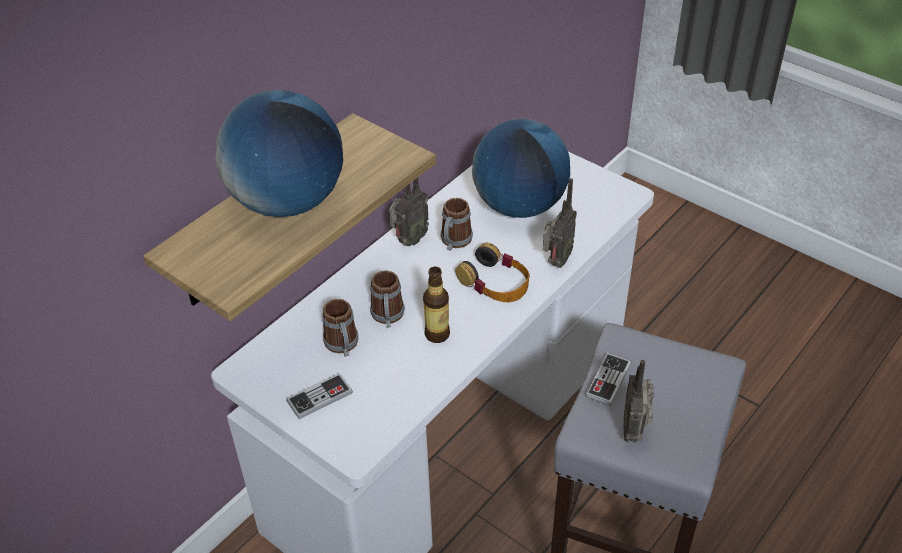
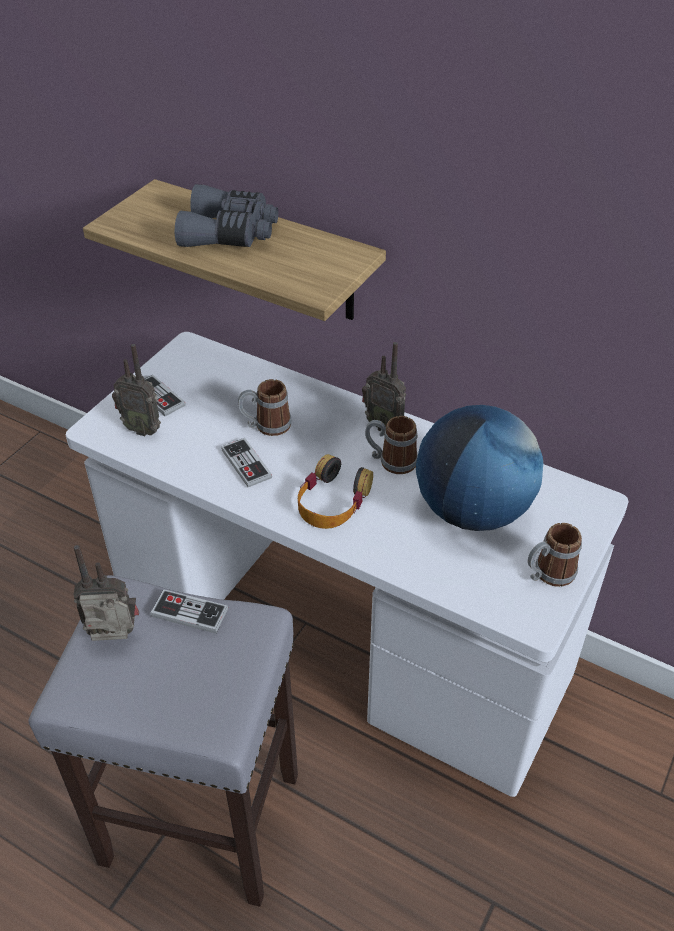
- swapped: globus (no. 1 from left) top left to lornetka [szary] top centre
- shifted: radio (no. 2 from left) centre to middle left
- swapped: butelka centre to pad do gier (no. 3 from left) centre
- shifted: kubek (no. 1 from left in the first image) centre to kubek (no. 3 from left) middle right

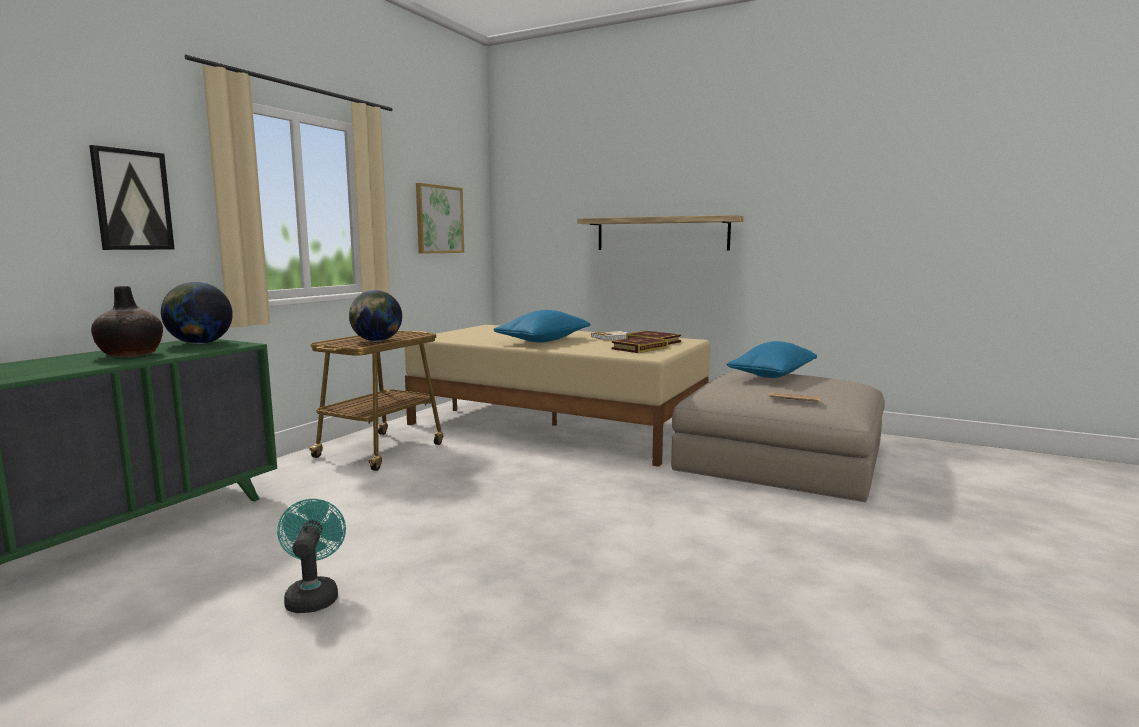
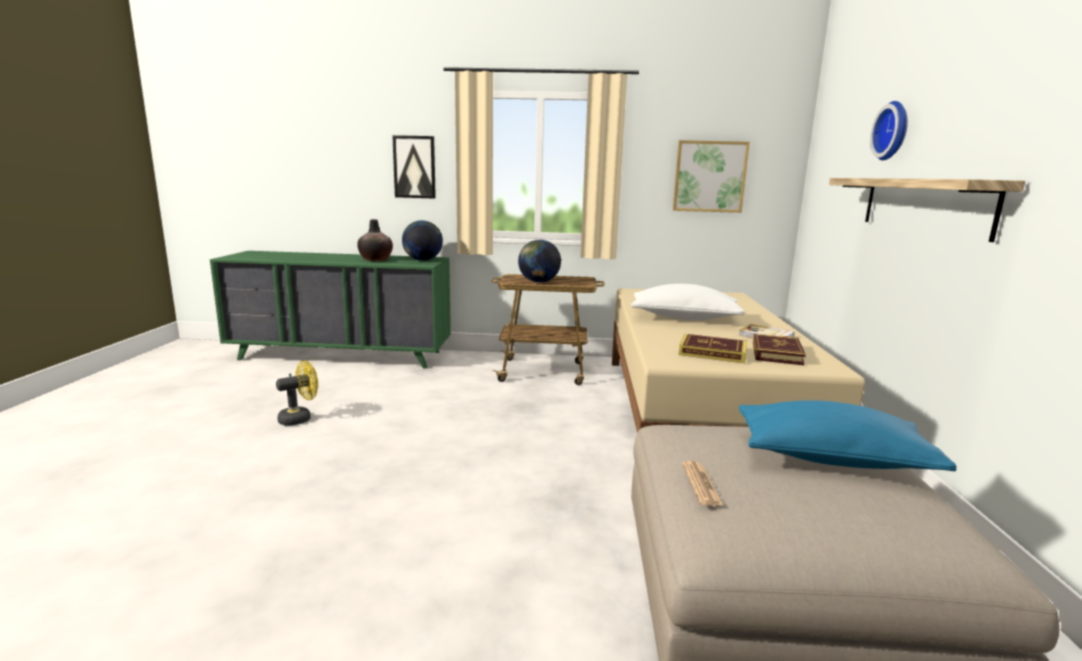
- repainted: poduszka [niebieski] (no. 1 from left) centre to poduszka [biały] centre
- repainted: wentylator [turkusowy] bottom left to wentylator [żółty] middle left
- new: zegar ścienny top right

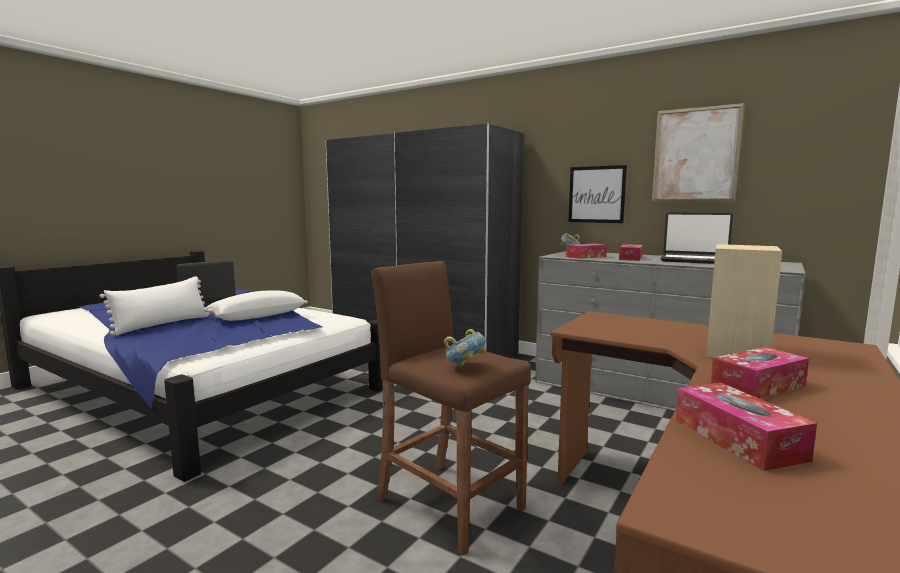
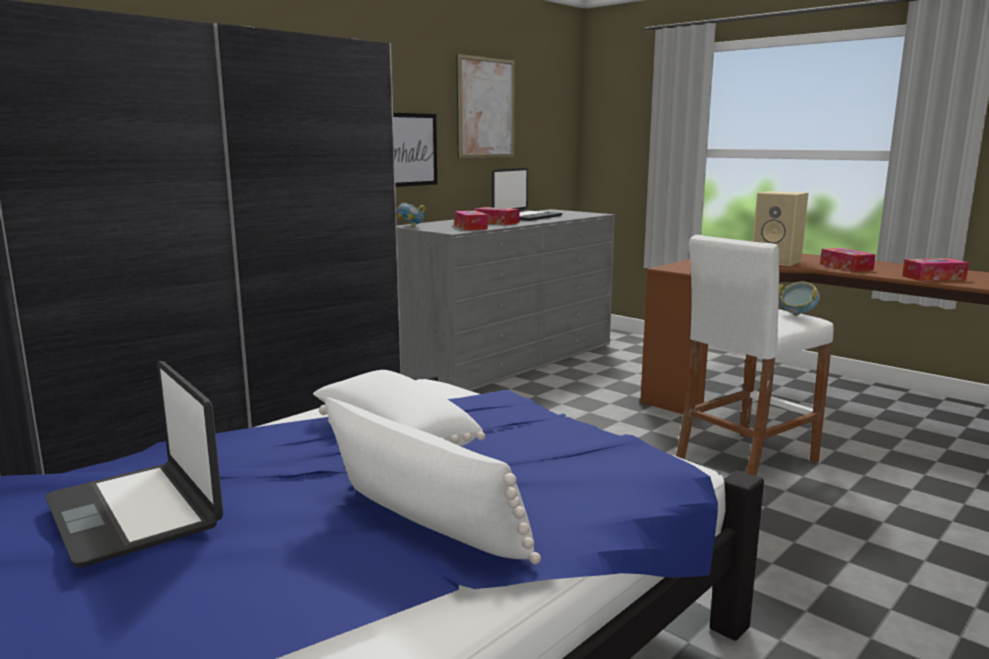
- repainted: stołek [brązowy] bottom centre to stołek [biały] middle right

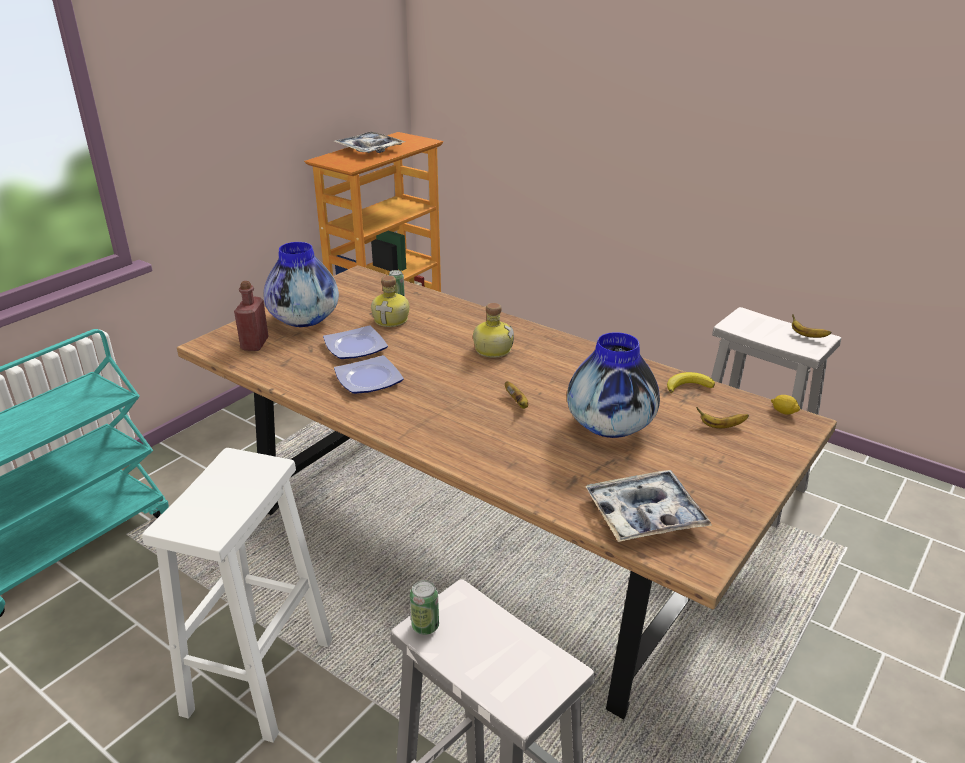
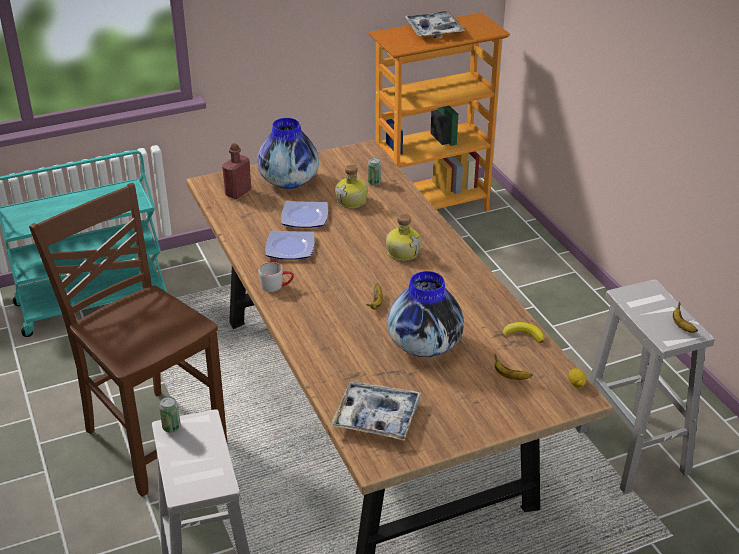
- swapped: stołek [biały] (no. 1 from left) bottom left to krzesło [brązowy] middle left
- new: kubek [szary] centre

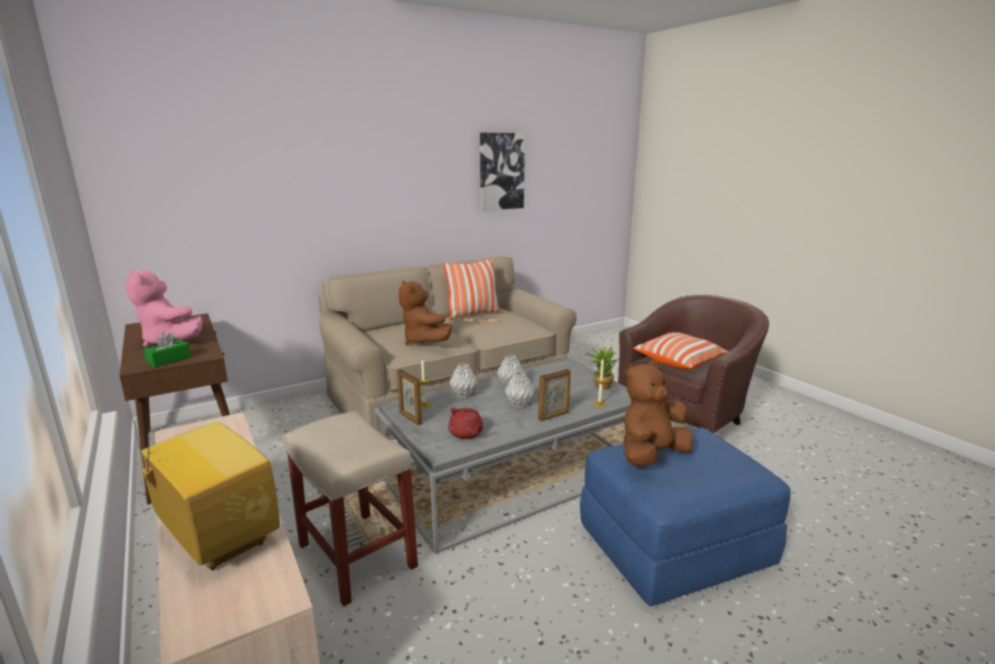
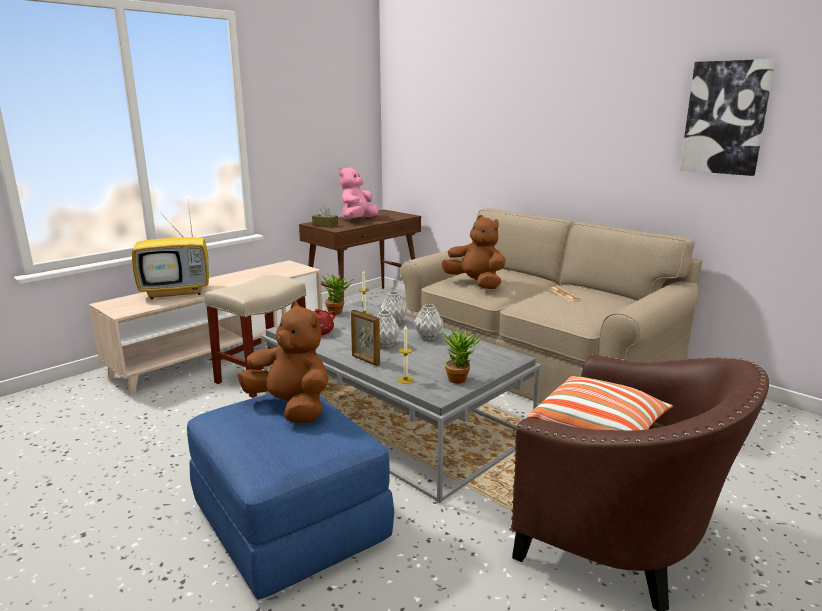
- gone: poduszka (no. 1 from left) centre
- rotated: pluszak [brązowy] (no. 1 from left in the first image) centre = centre 90 degrees clockwise
- repainted: pudełko chusteczek [zielony] middle left to pudełko chusteczek [brązowy] centre
- swapped: ramka na zdjęcie (no. 1 from left) centre to roślina doniczkowa (no. 1 from left) centre
- rotated: telewizor bottom left = middle left 45 degrees clockwise

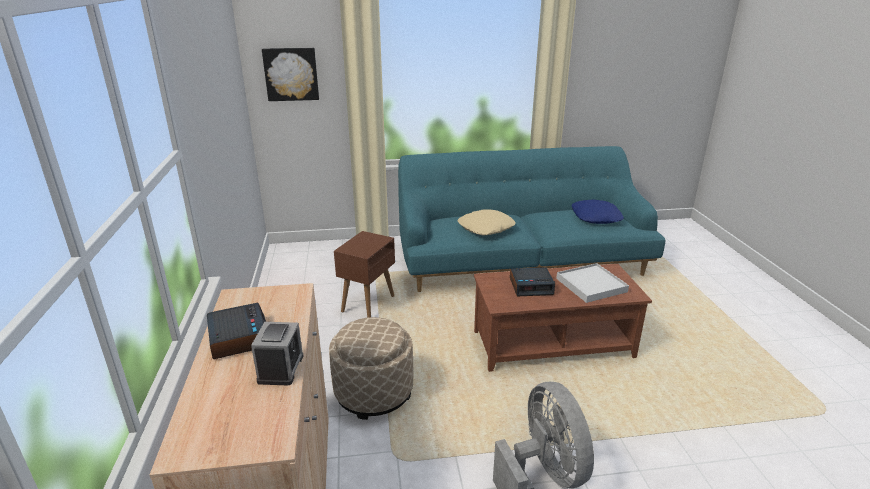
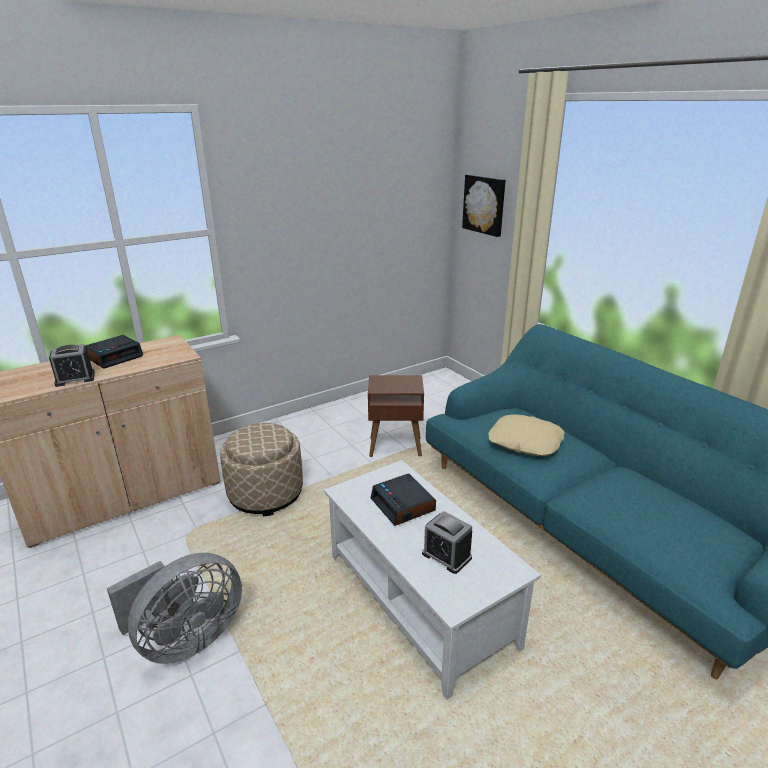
- gone: poduszka [niebieski] middle right
- swapped: taca [biały] middle right to budzik (no. 4 from left) bottom centre
- repainted: ława [brązowy] centre to ława [biały] bottom centre

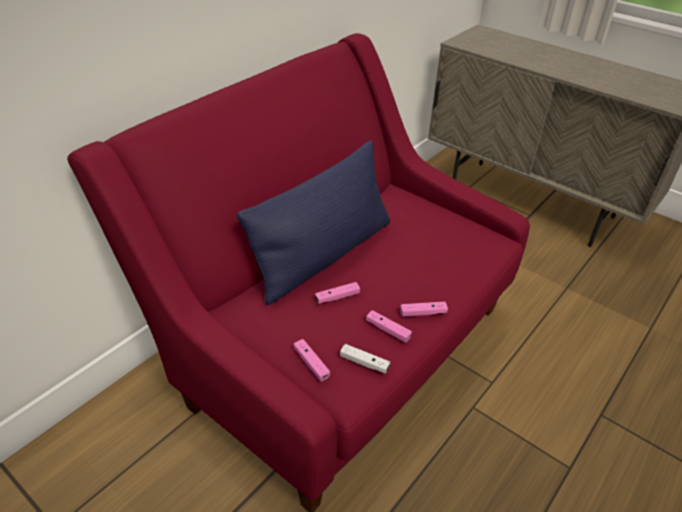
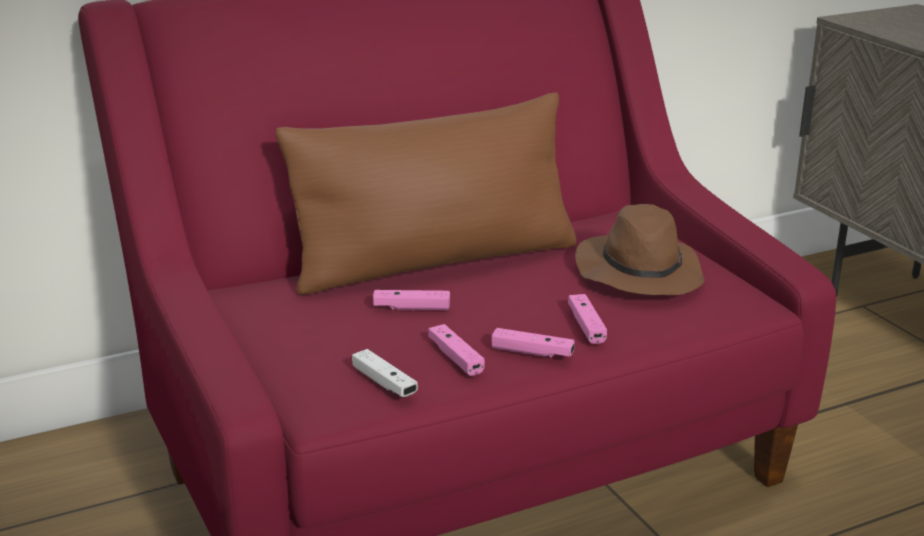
- repainted: poduszka [niebieski] centre to poduszka [brązowy] centre
- shifted: pad do gier [różowy] (no. 1 from left in the first image) bottom centre to pad do gier [różowy] (no. 4 from left) centre
- new: kapelusz [brązowy] middle right

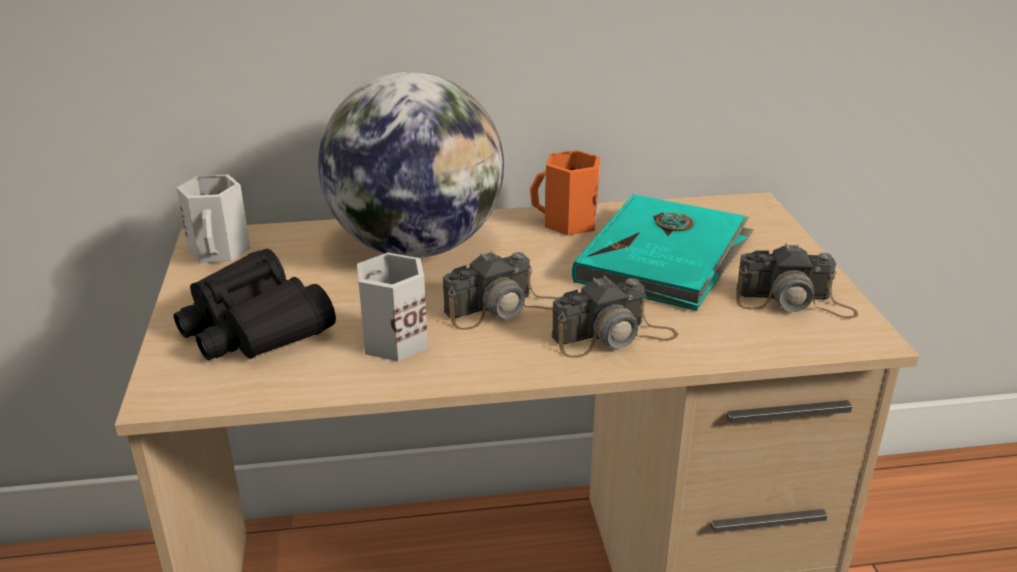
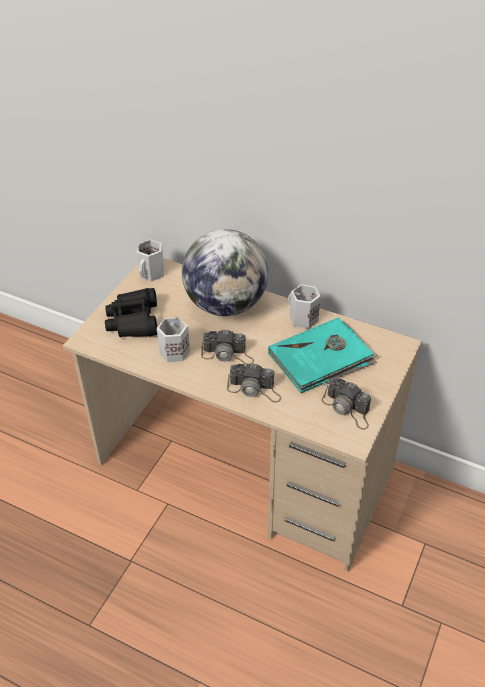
- repainted: kubek [pomarańczowy] centre to kubek [biały] (no. 3 from left) centre

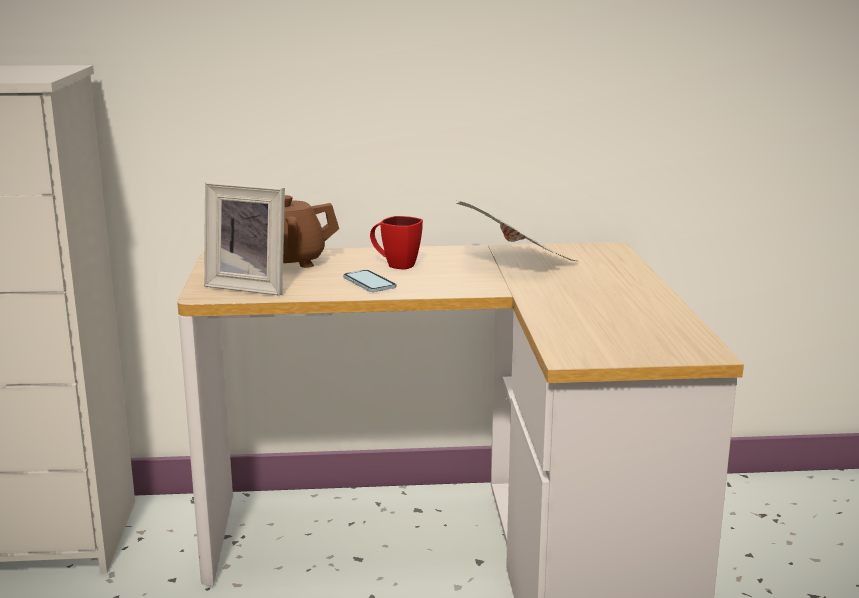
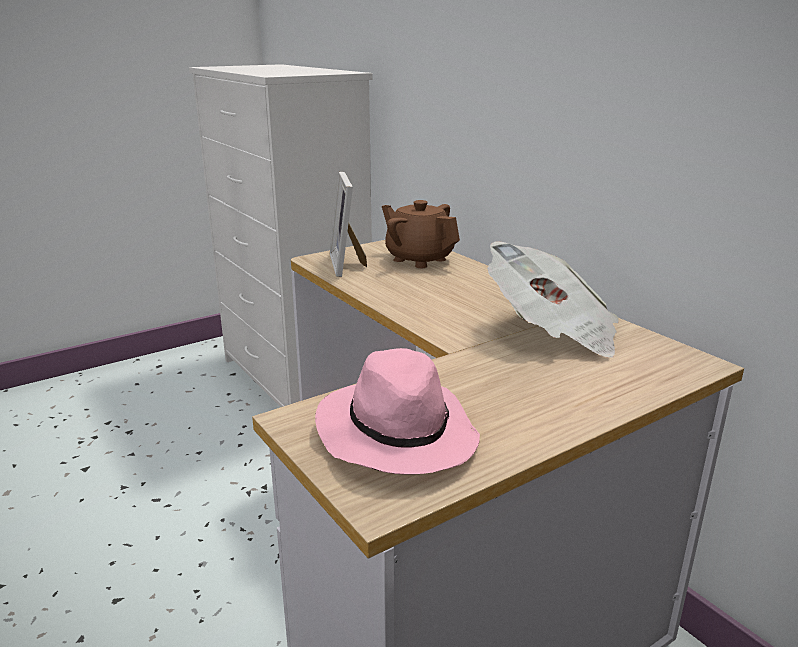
- gone: kubek [czerwony] centre
- gone: telefon centre
- new: kapelusz [różowy] centre

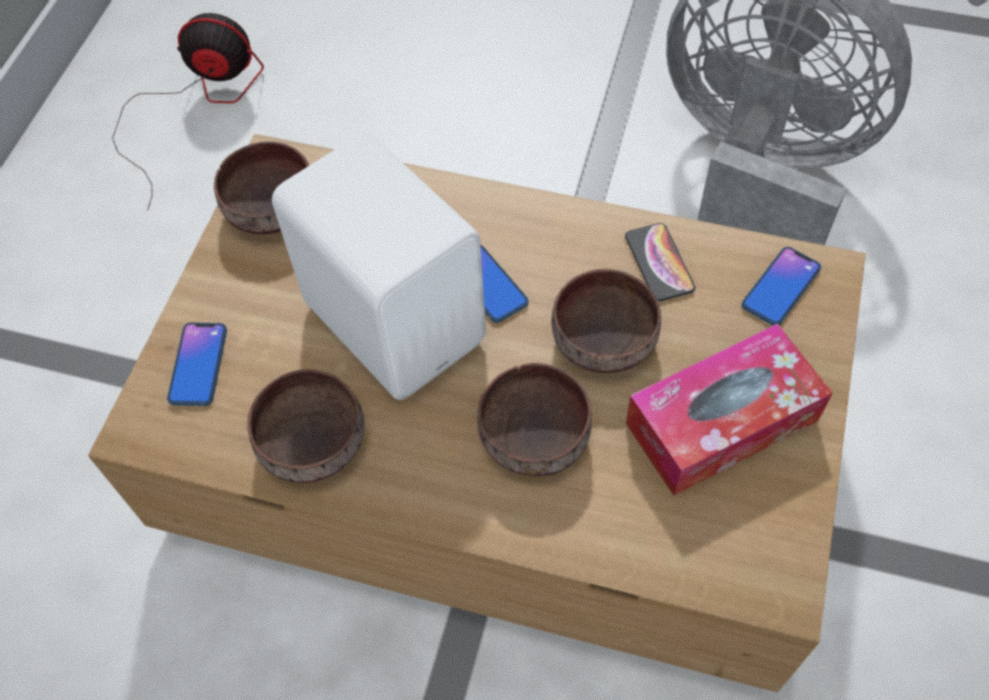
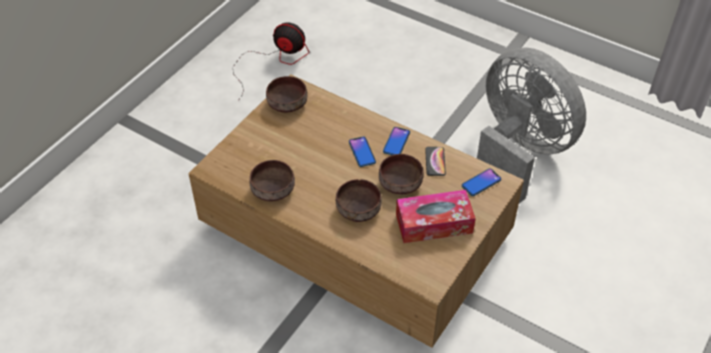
- gone: głośnik [biały] centre
- shifted: telefon (no. 1 from left in the first image) middle left to telefon (no. 2 from left) centre

